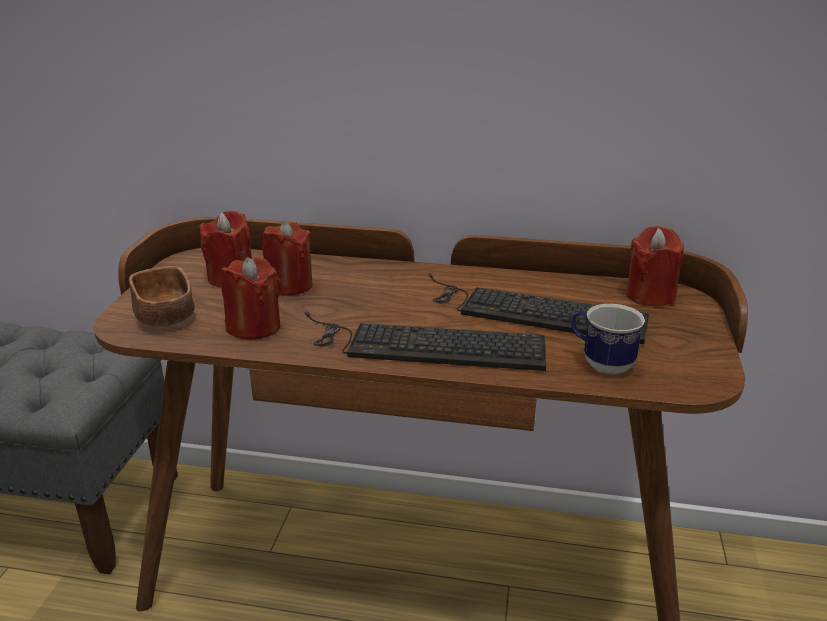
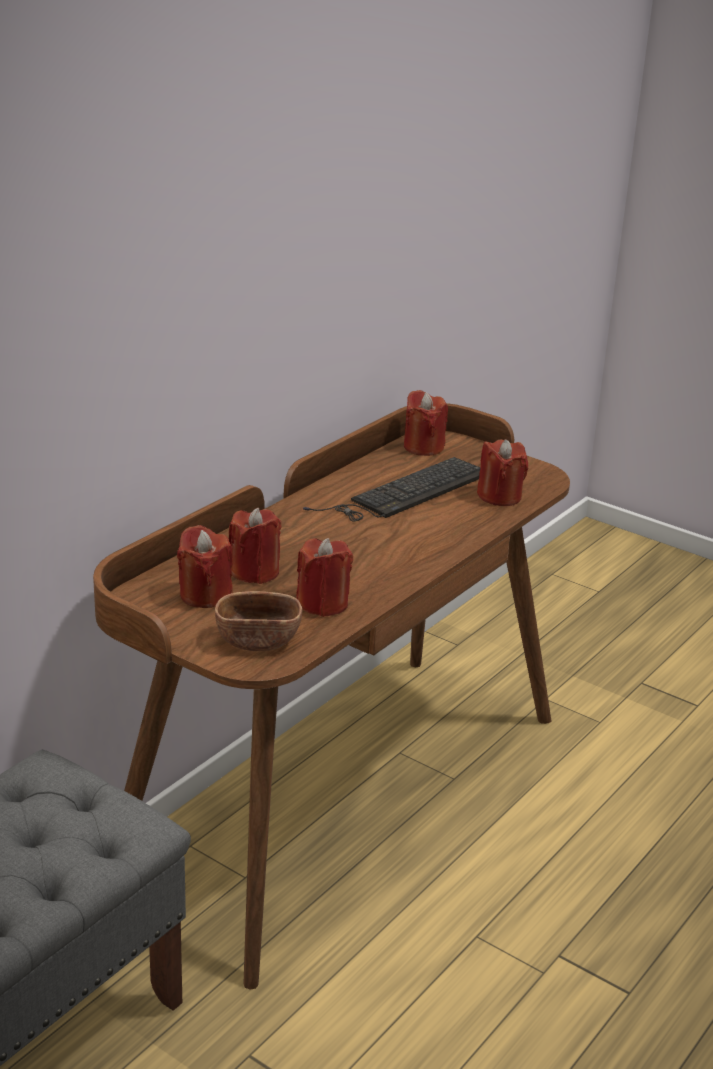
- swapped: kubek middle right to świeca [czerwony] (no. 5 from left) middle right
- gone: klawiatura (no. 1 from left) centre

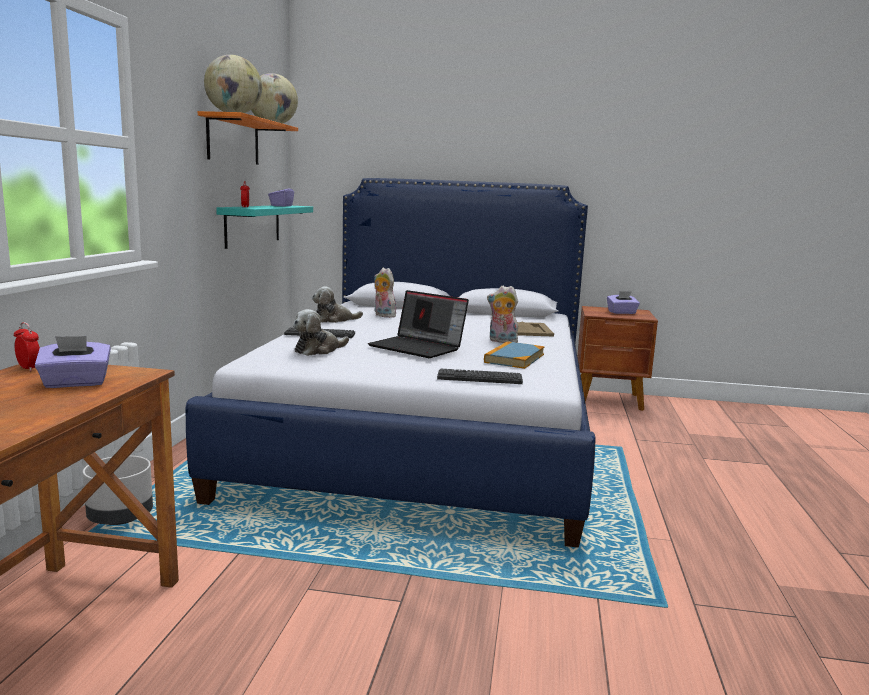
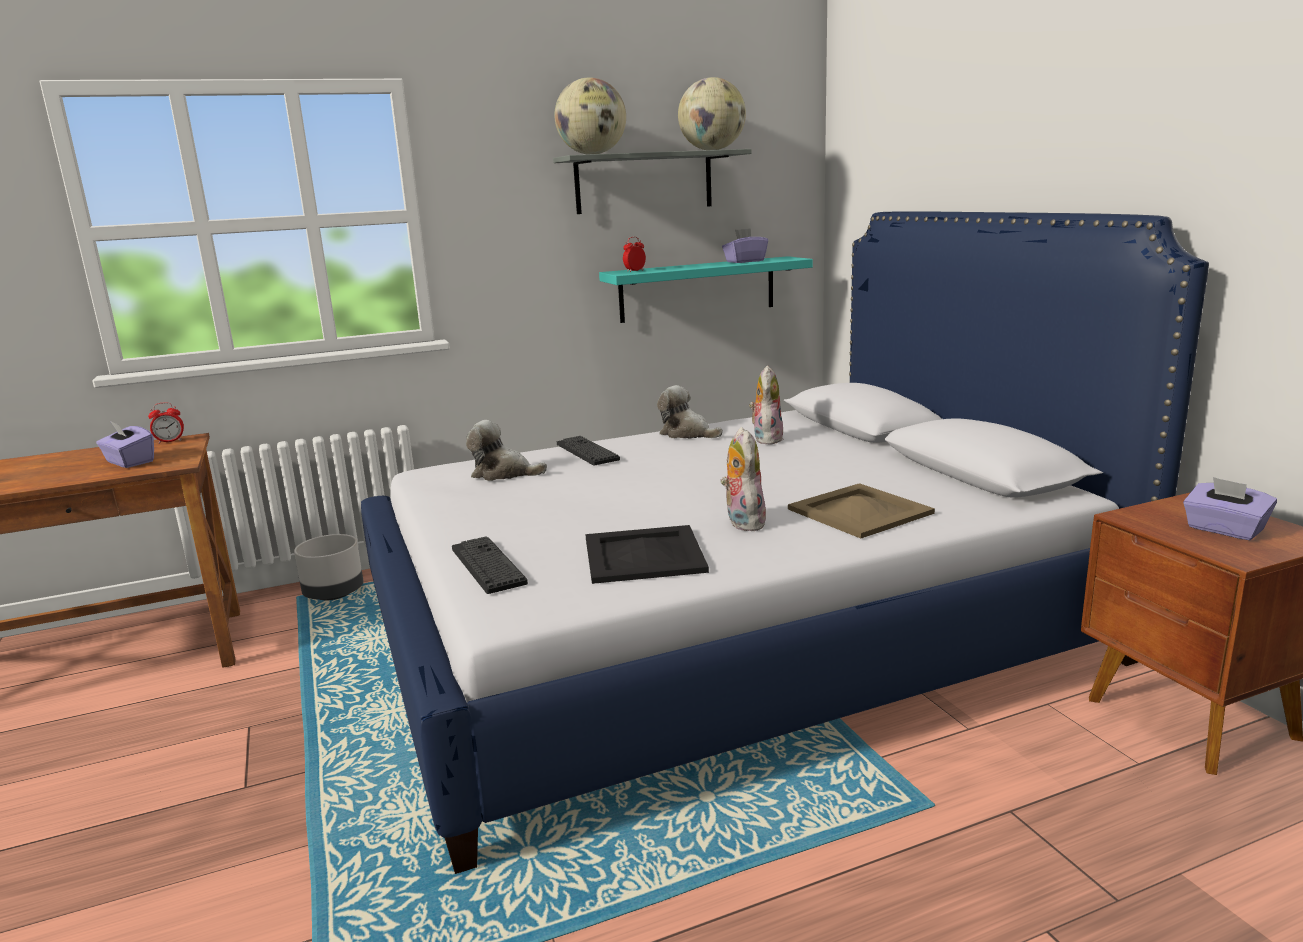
- repainted: półka [pomarańczowy] top left to półka [szary] top centre
- gone: laptop centre
- rotated: budzik (no. 1 from left) middle left = middle left 60 degrees clockwise
- swapped: książka centre to taca [czarny] centre

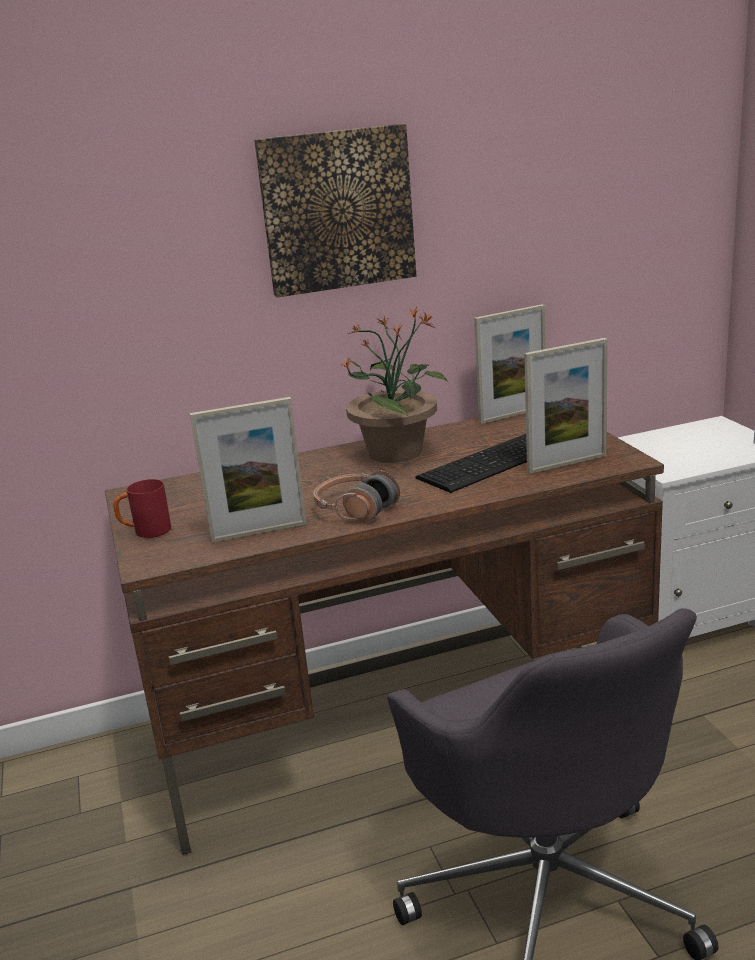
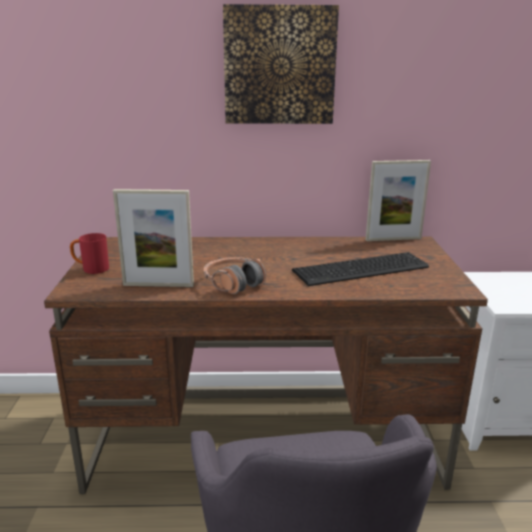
- gone: roślina doniczkowa centre
- gone: ramka na zdjęcie (no. 3 from left) middle right

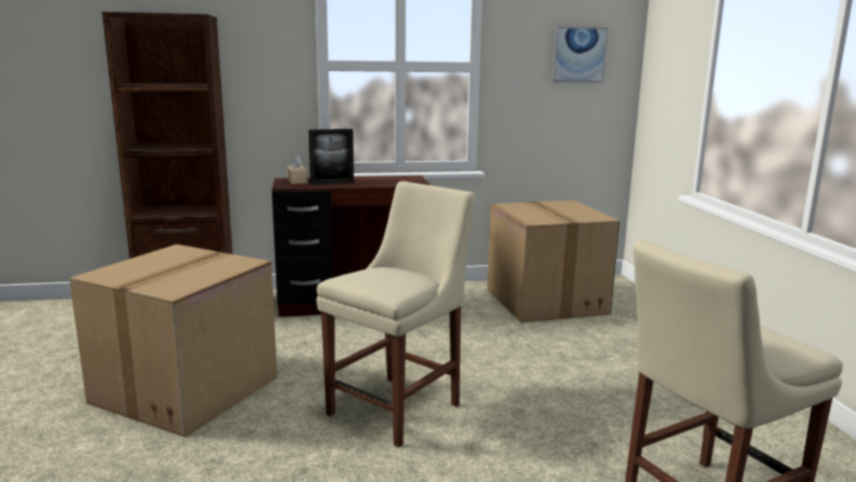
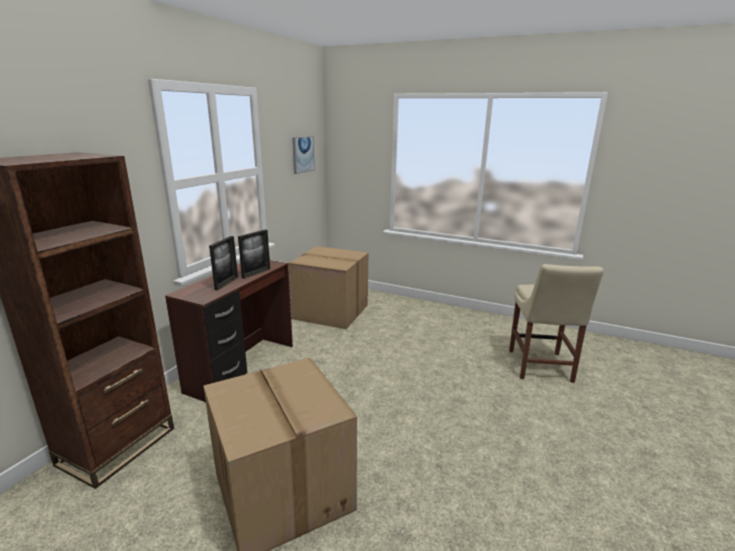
- gone: pudełko chusteczek [beżowy] centre
- gone: krzesło [beżowy] (no. 1 from left) centre
- new: ramka na zdjęcie (no. 2 from left) centre

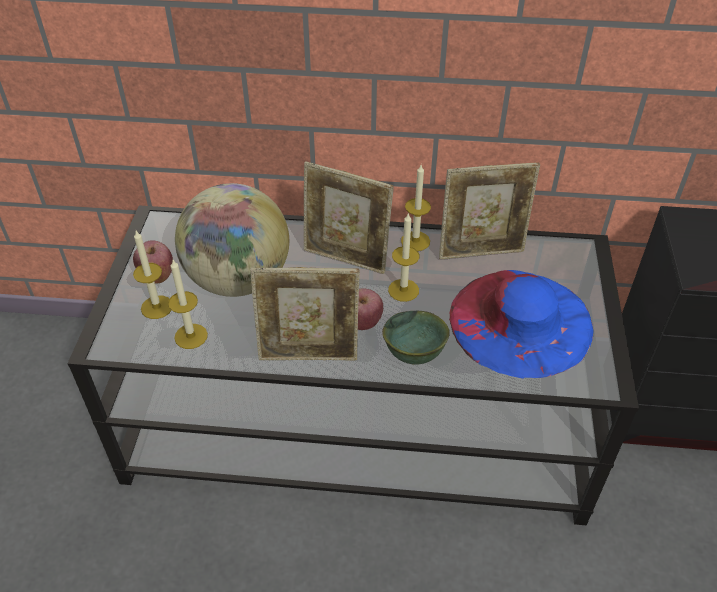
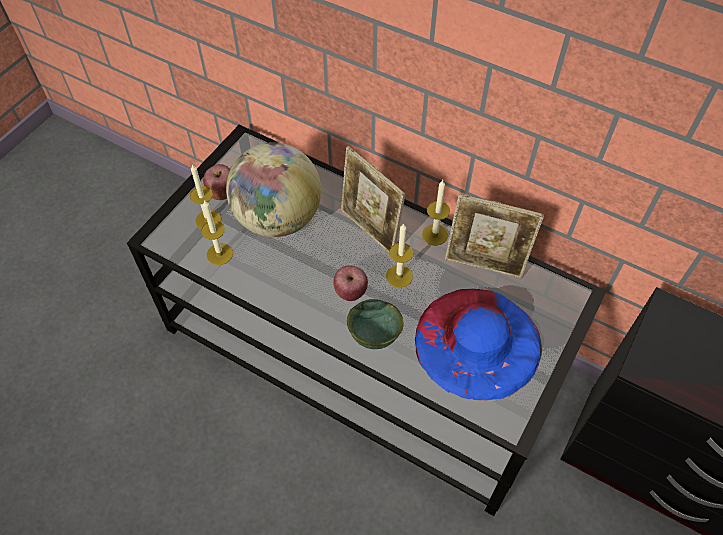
- gone: ramka na zdjęcie (no. 1 from left) centre

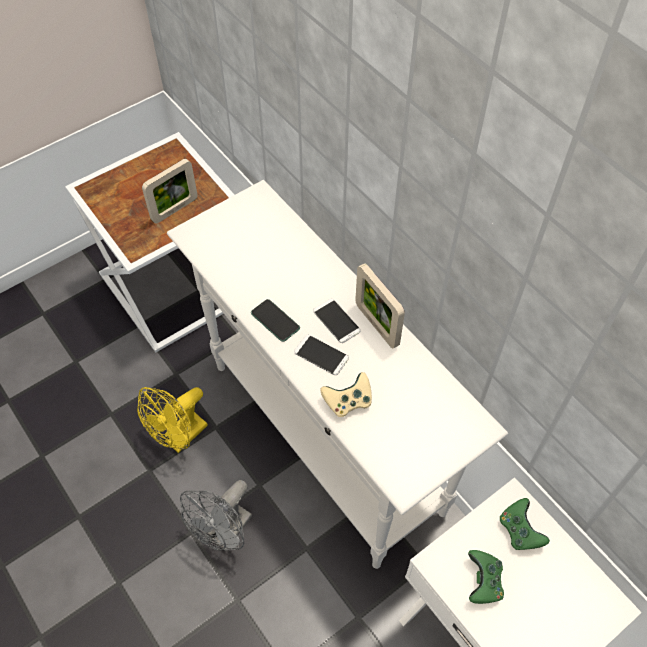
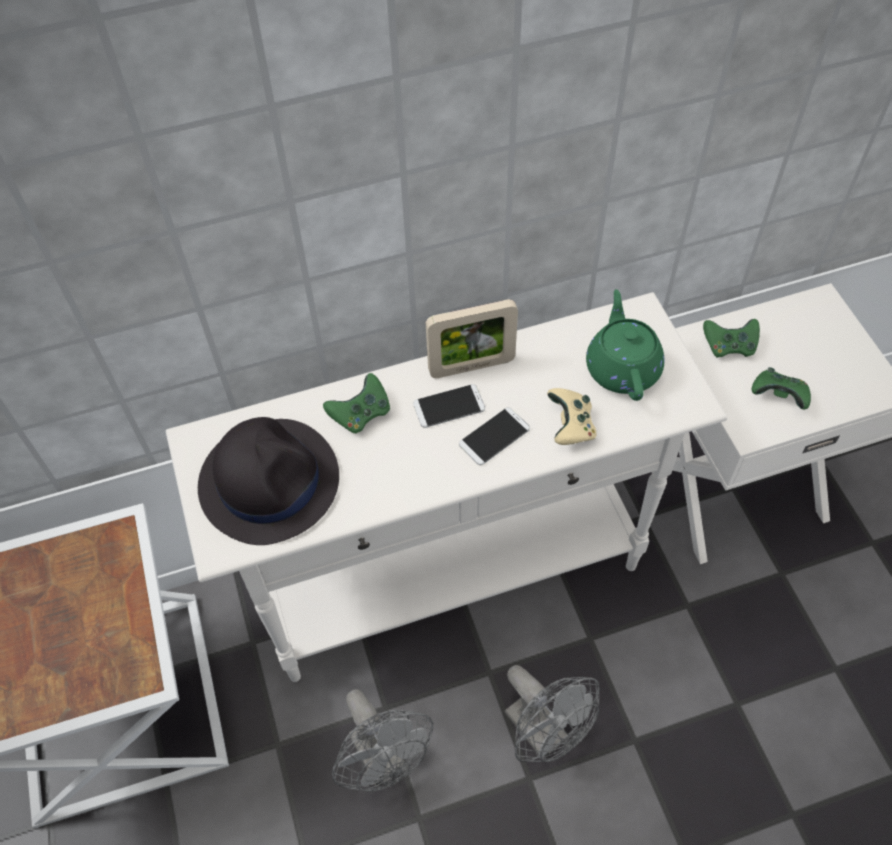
- gone: ramka na zdjęcie (no. 1 from left) top left
- gone: telefon (no. 1 from left) centre
- repainted: wentylator [żółty] middle left to wentylator [szary] (no. 1 from left) bottom centre
- new: imbryk [zielony] middle right
- new: pad do gier [zielony] (no. 1 from left) centre
- new: kapelusz [czarny] middle left

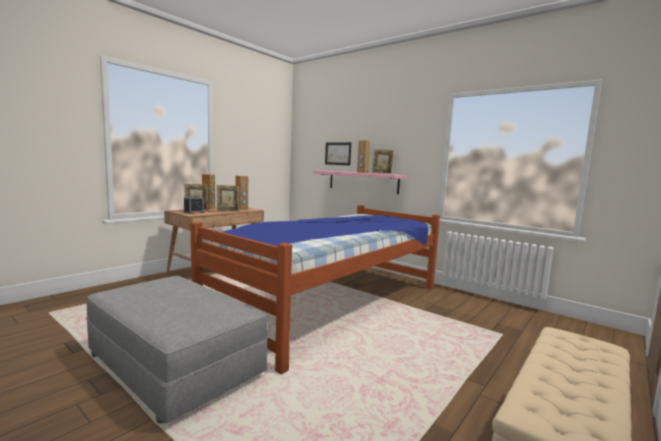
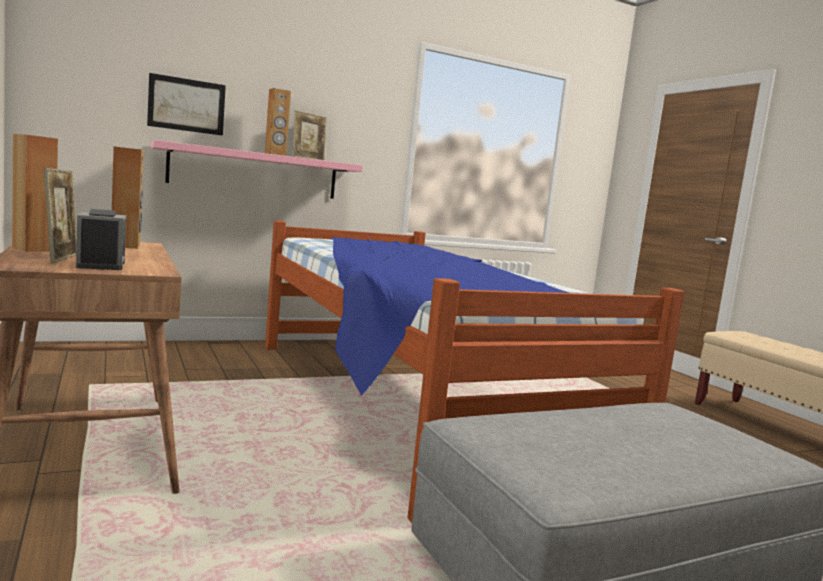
- gone: ramka na zdjęcie (no. 2 from left) centre

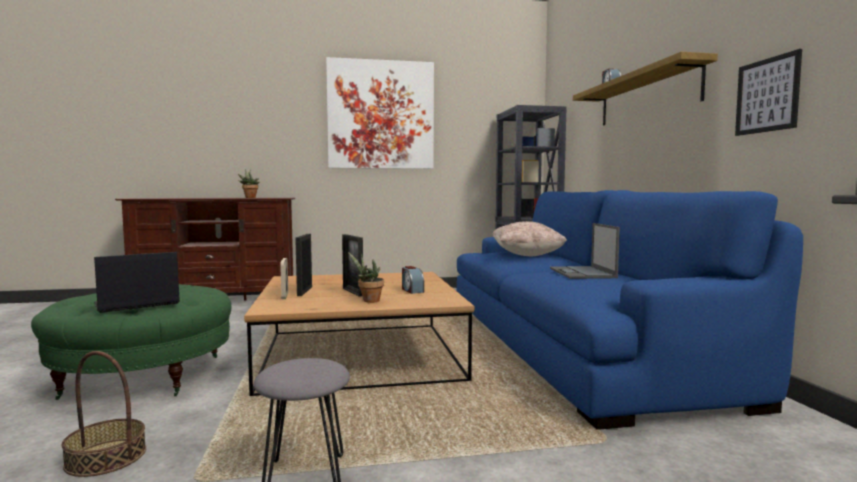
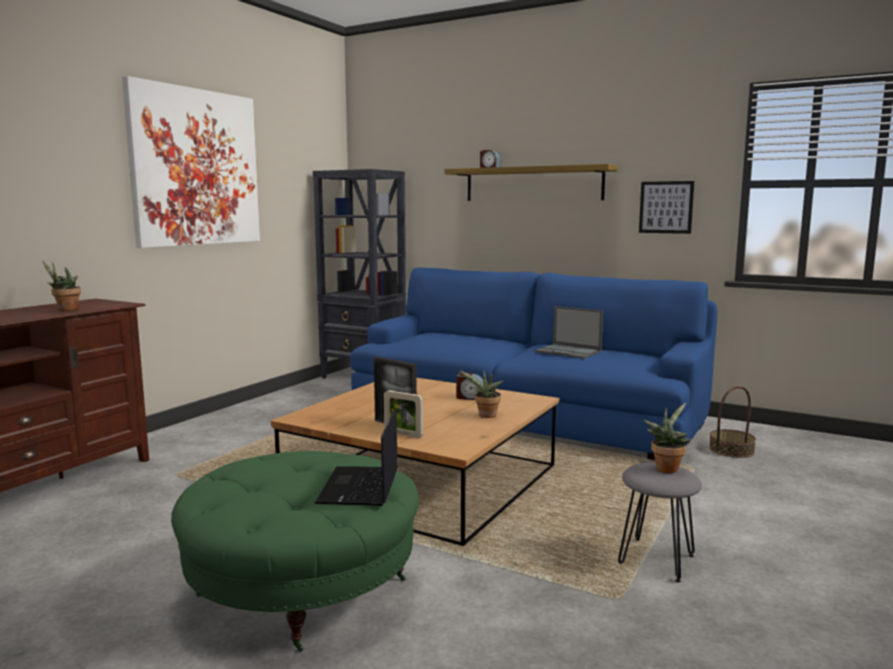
- gone: poduszka [beżowy] centre
- gone: ramka na zdjęcie (no. 3 from left) centre
- shifted: koszyk bottom left to middle right
- new: roślina doniczkowa (no. 3 from left) middle right

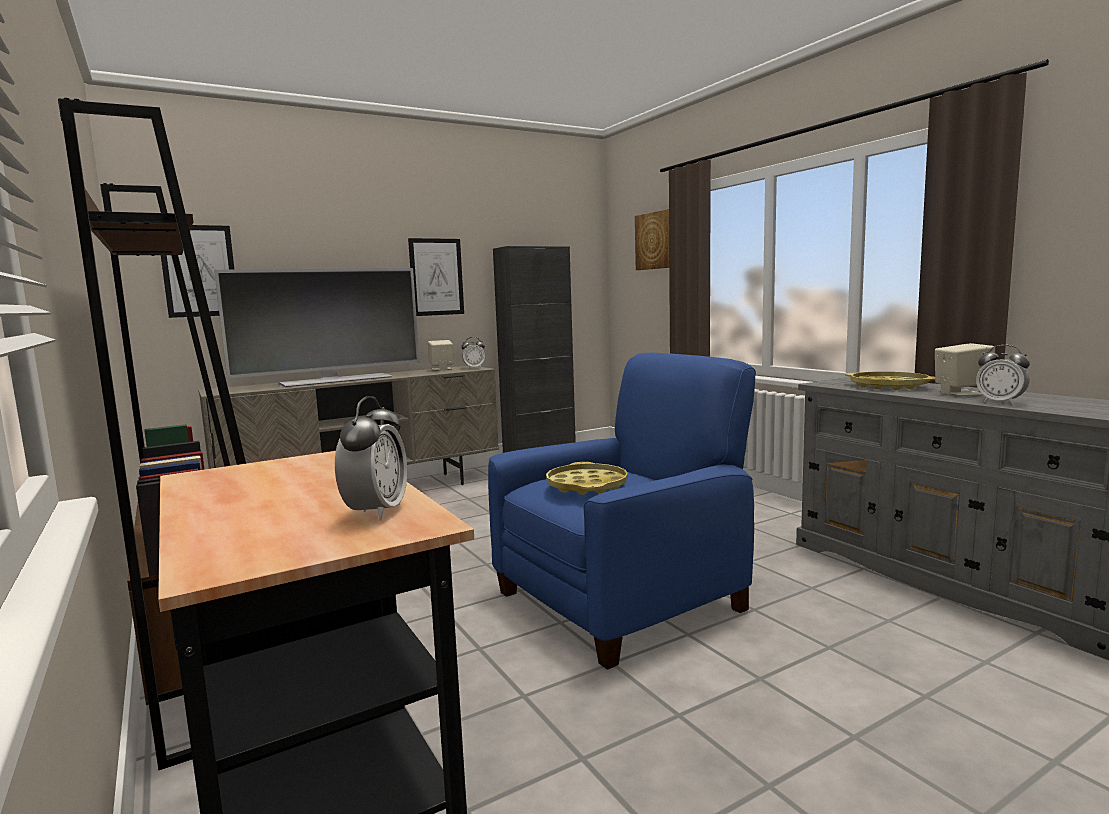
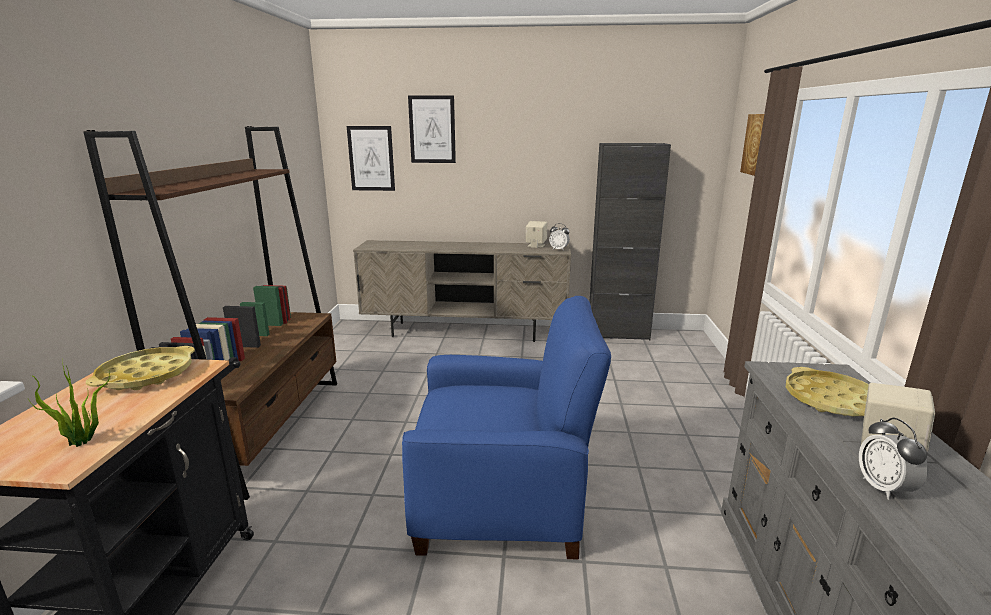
- shifted: obraz (no. 2 from left) centre to top centre
- gone: telewizor middle left
- swapped: budzik (no. 1 from left) centre to roślina doniczkowa middle left
- shifted: taca [żółty] (no. 1 from left) centre to middle left

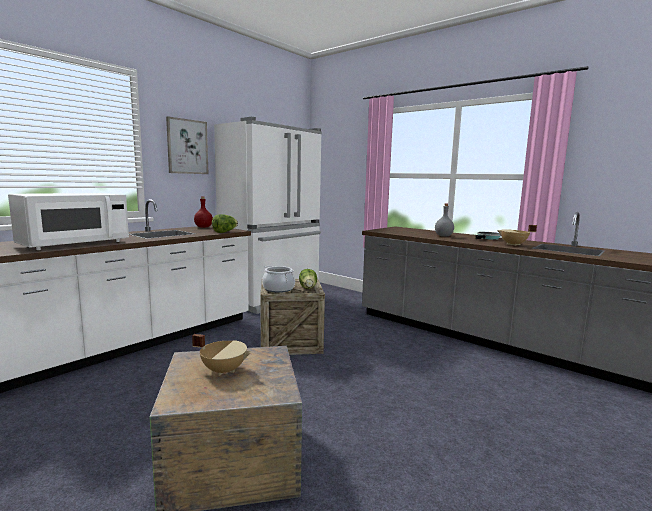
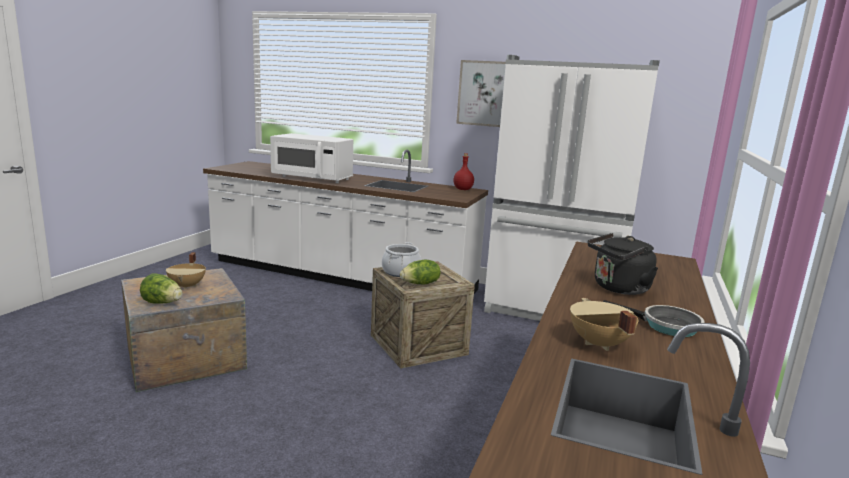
- swapped: butelka [szary] middle right to czajnik [czarny] middle right
- shifted: sałata (no. 1 from left) centre to middle left

